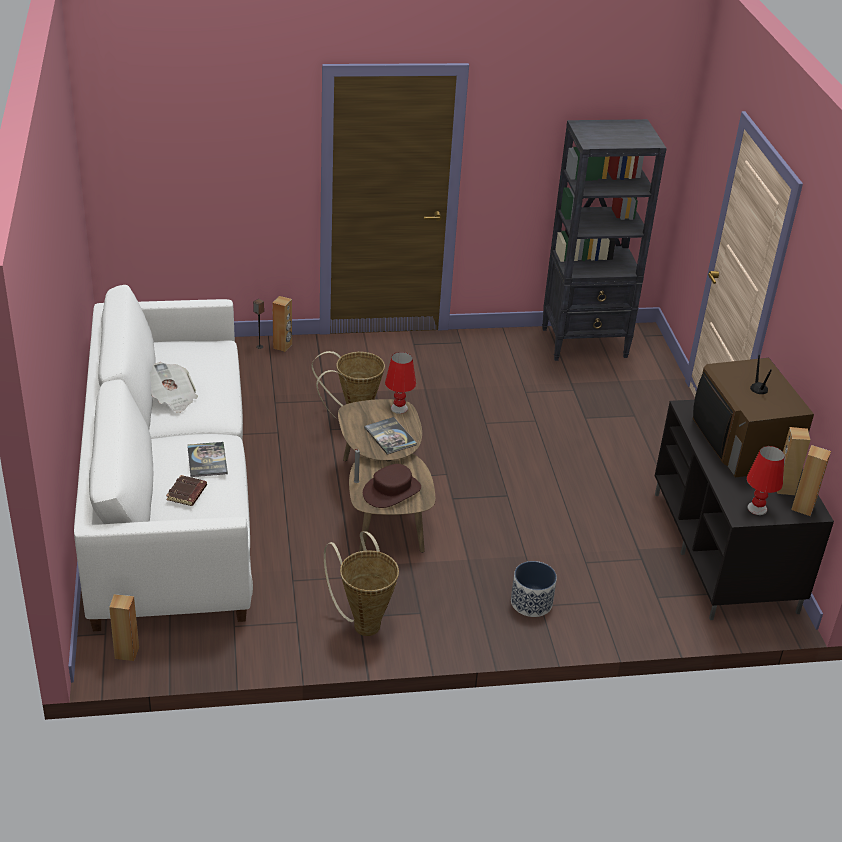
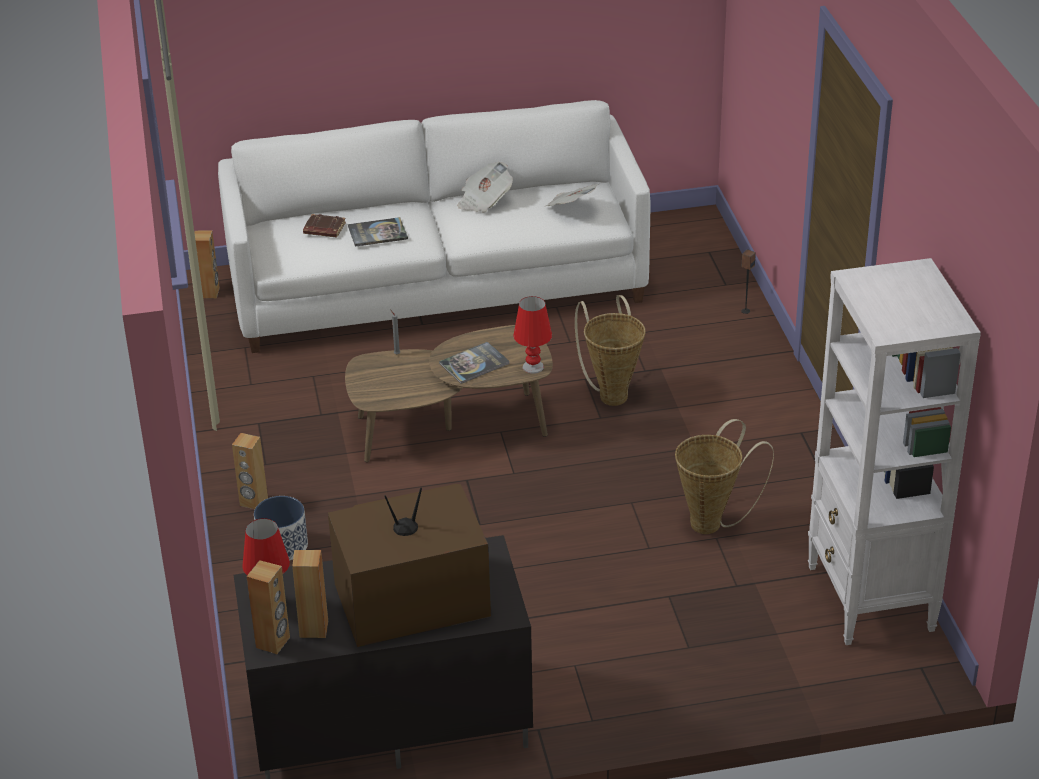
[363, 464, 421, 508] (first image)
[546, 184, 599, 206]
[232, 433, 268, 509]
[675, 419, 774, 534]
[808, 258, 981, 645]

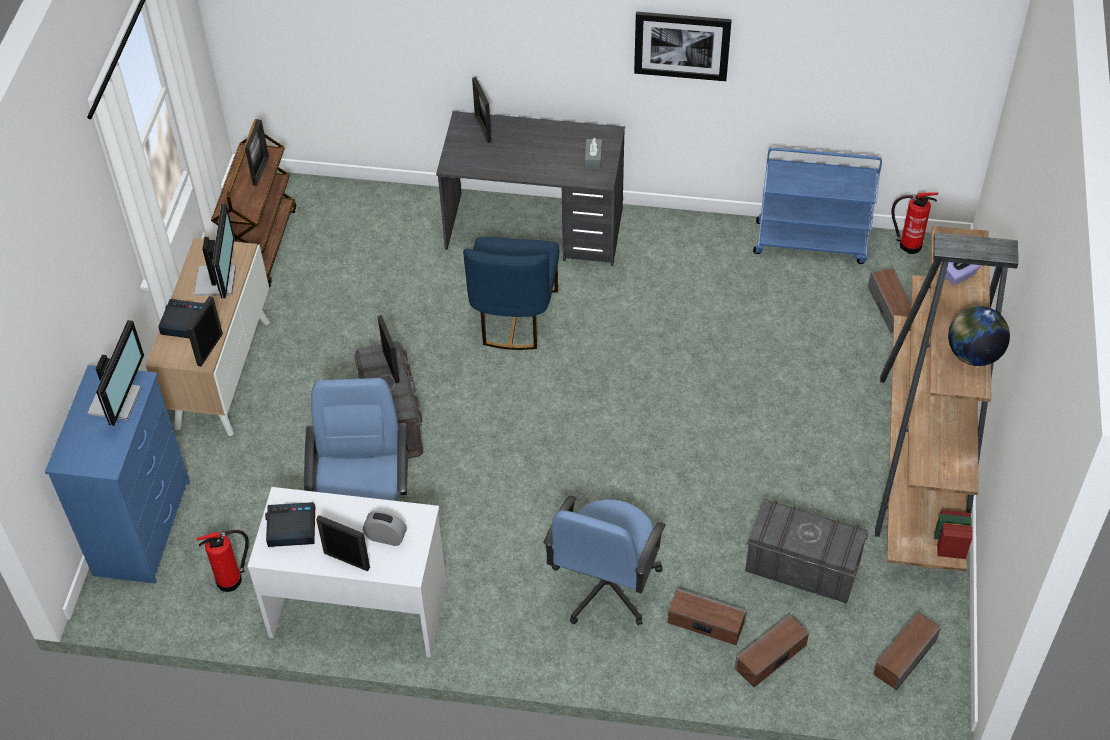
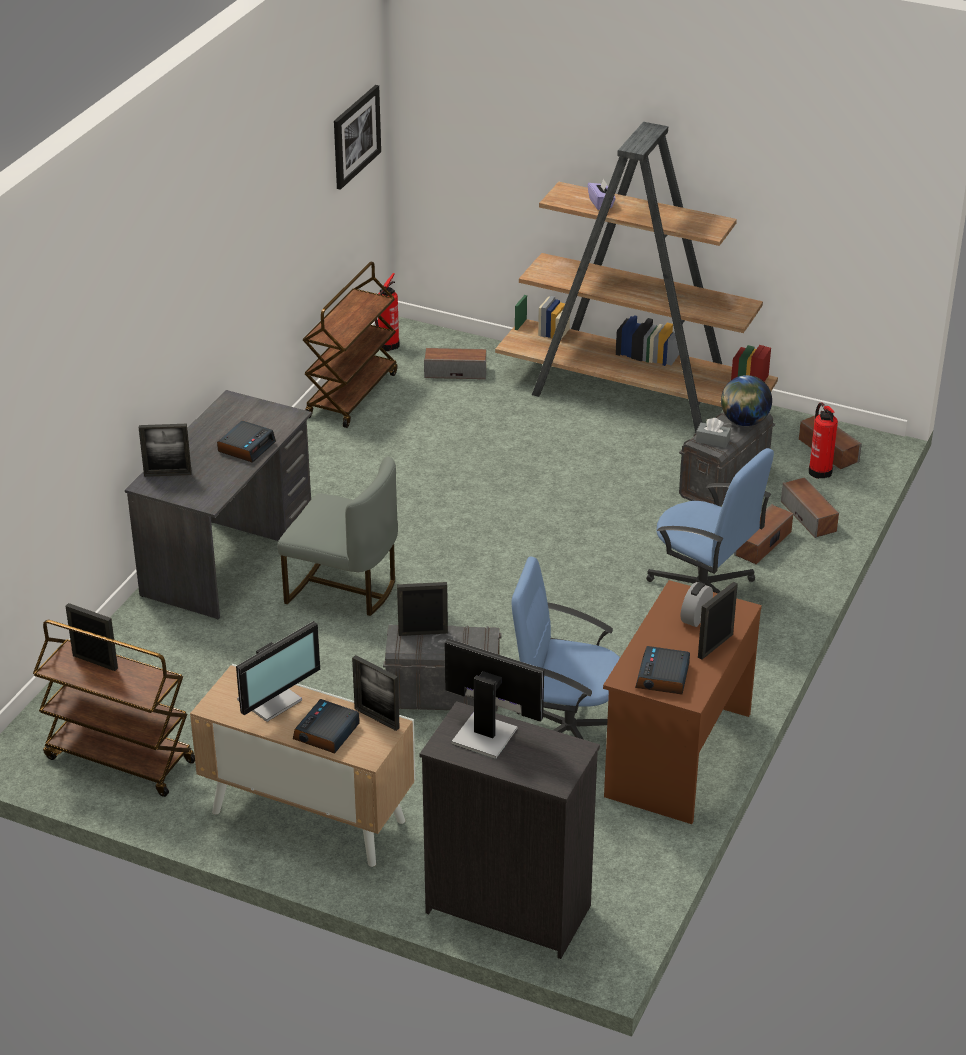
[217, 421, 276, 463]
[809, 403, 838, 479]
[696, 418, 731, 448]
[334, 85, 381, 190]
[721, 375, 772, 426]
[420, 701, 600, 959]
[603, 580, 762, 824]
[277, 456, 398, 616]
[303, 262, 397, 428]
[236, 621, 320, 722]

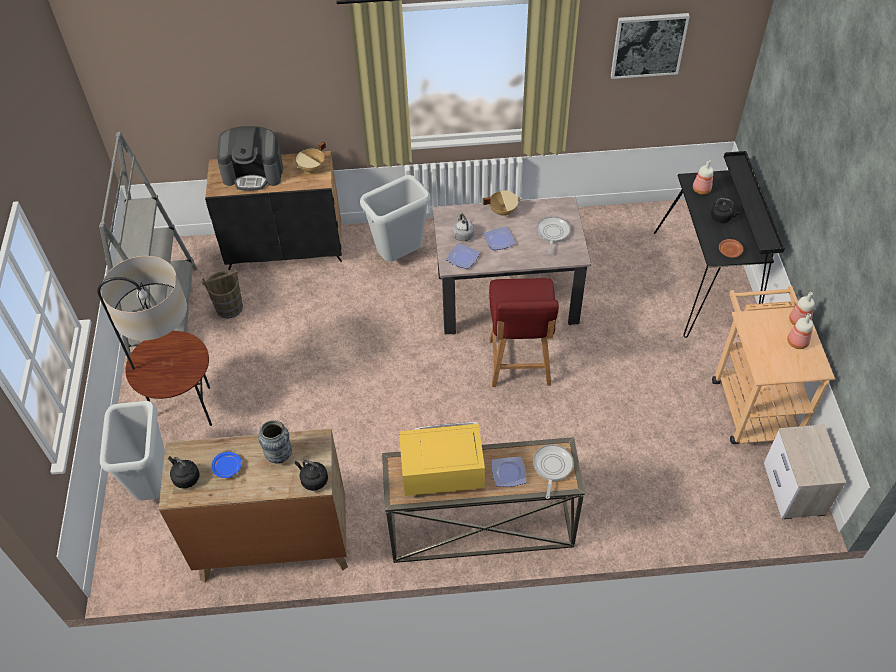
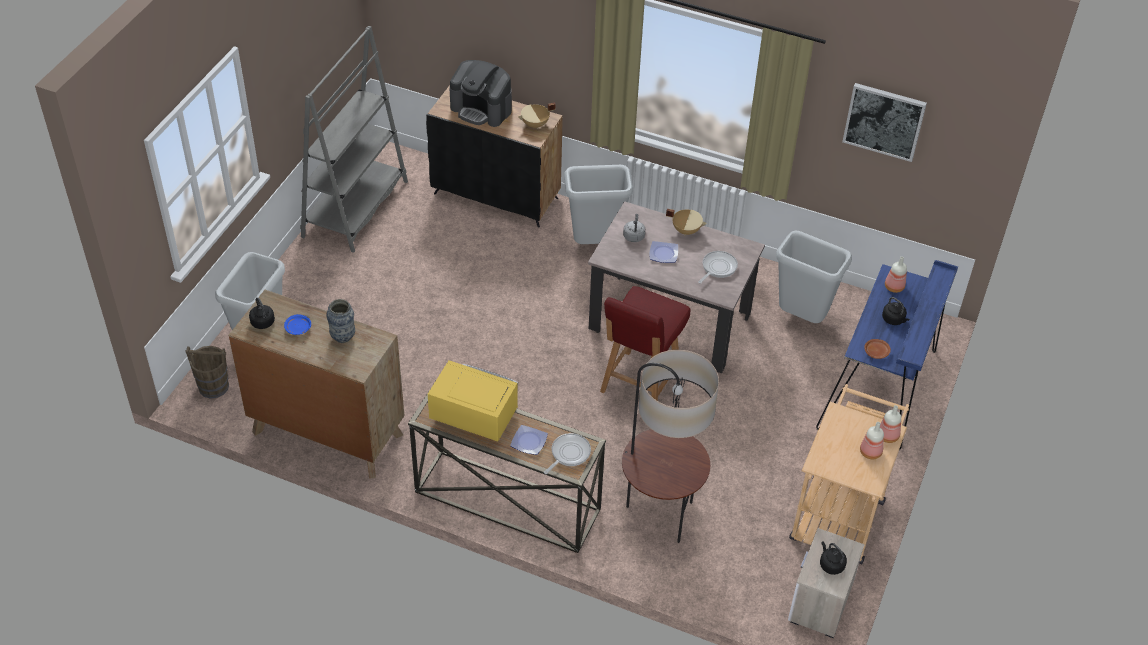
[446, 243, 480, 269] (first image)
[776, 231, 852, 323]
[622, 350, 719, 543]
[186, 346, 229, 399]
[820, 541, 847, 575]
[816, 260, 958, 450]

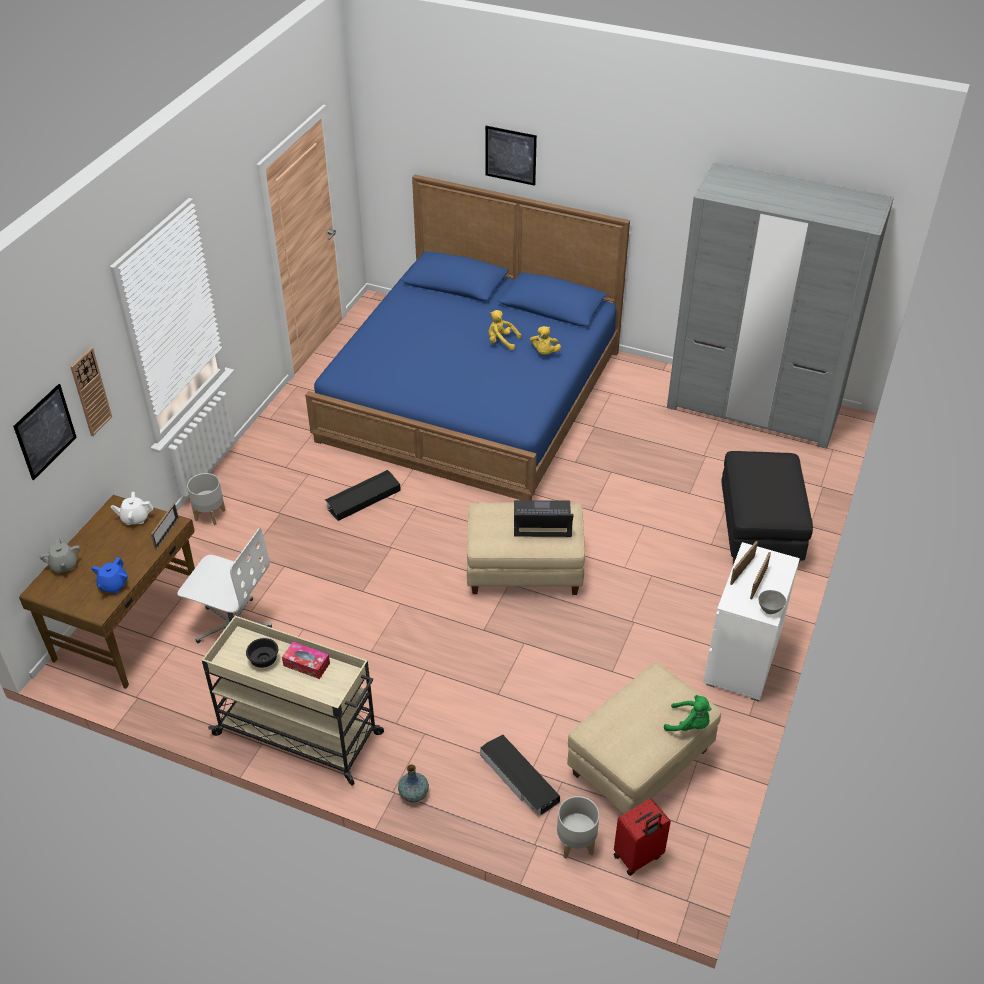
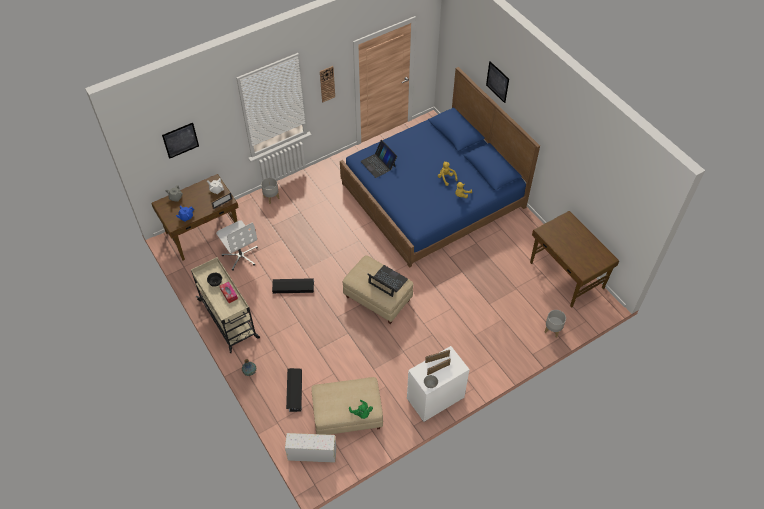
[722, 451, 813, 565] (first image)
[360, 140, 397, 178]
[320, 66, 335, 102]
[272, 278, 314, 294]
[545, 310, 566, 338]
[285, 433, 336, 463]
[530, 211, 619, 308]

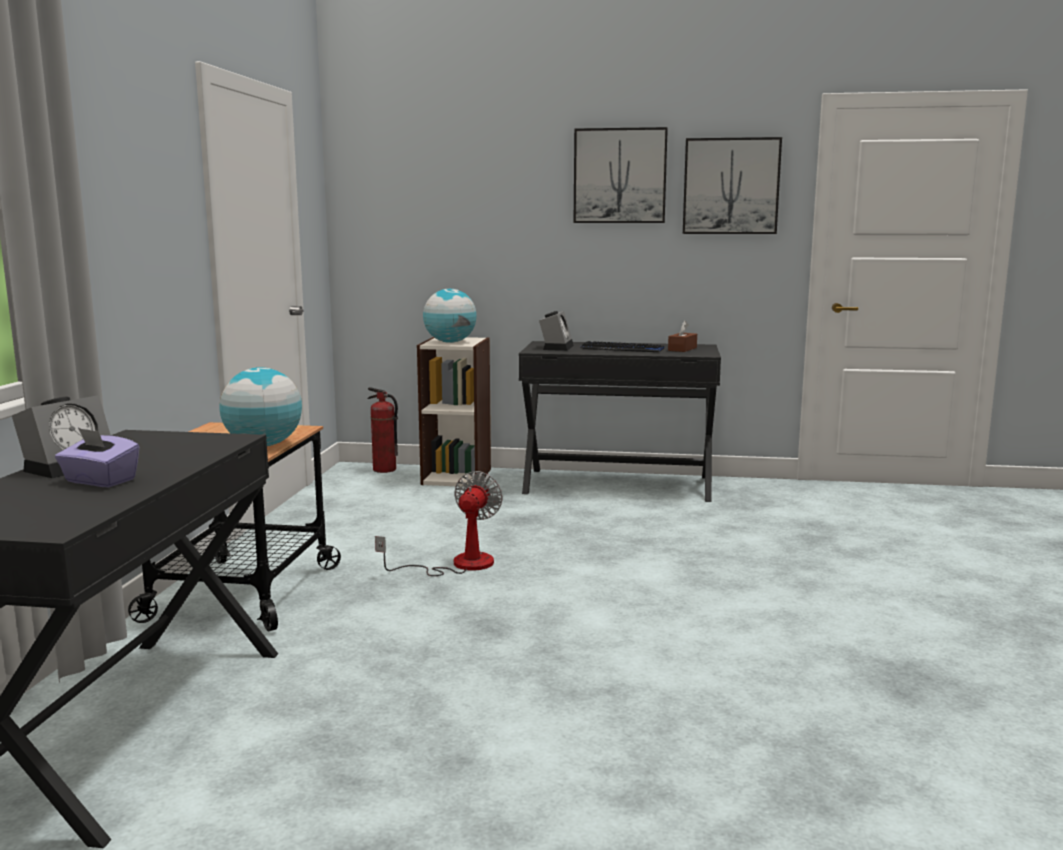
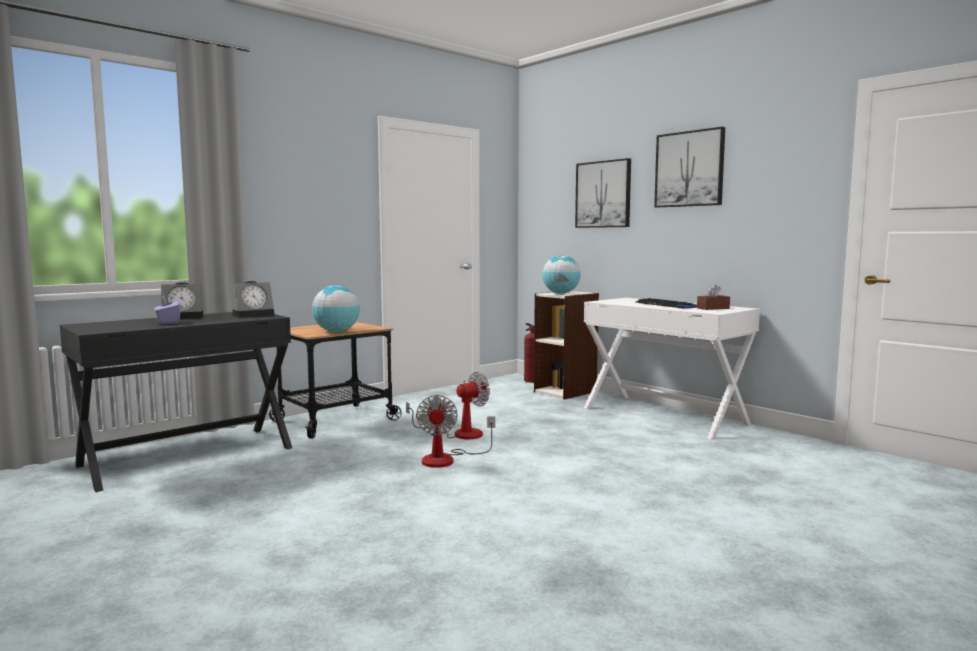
[416, 395, 495, 468]
[230, 281, 275, 318]
[575, 158, 631, 228]
[584, 298, 760, 440]

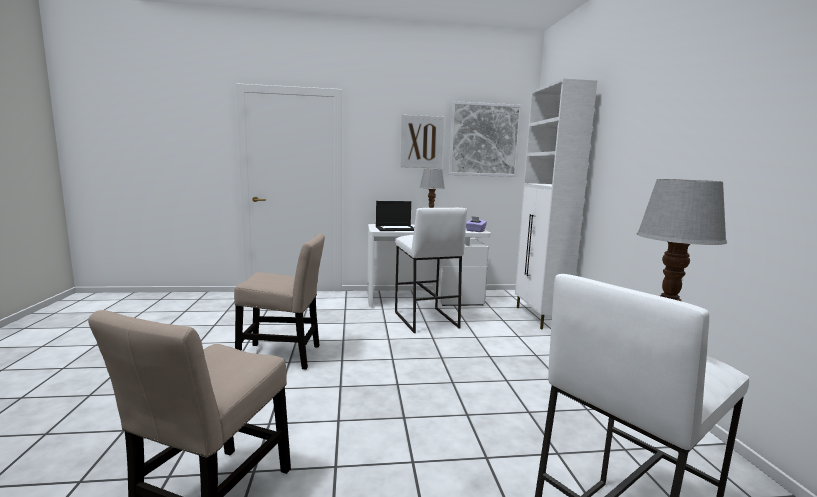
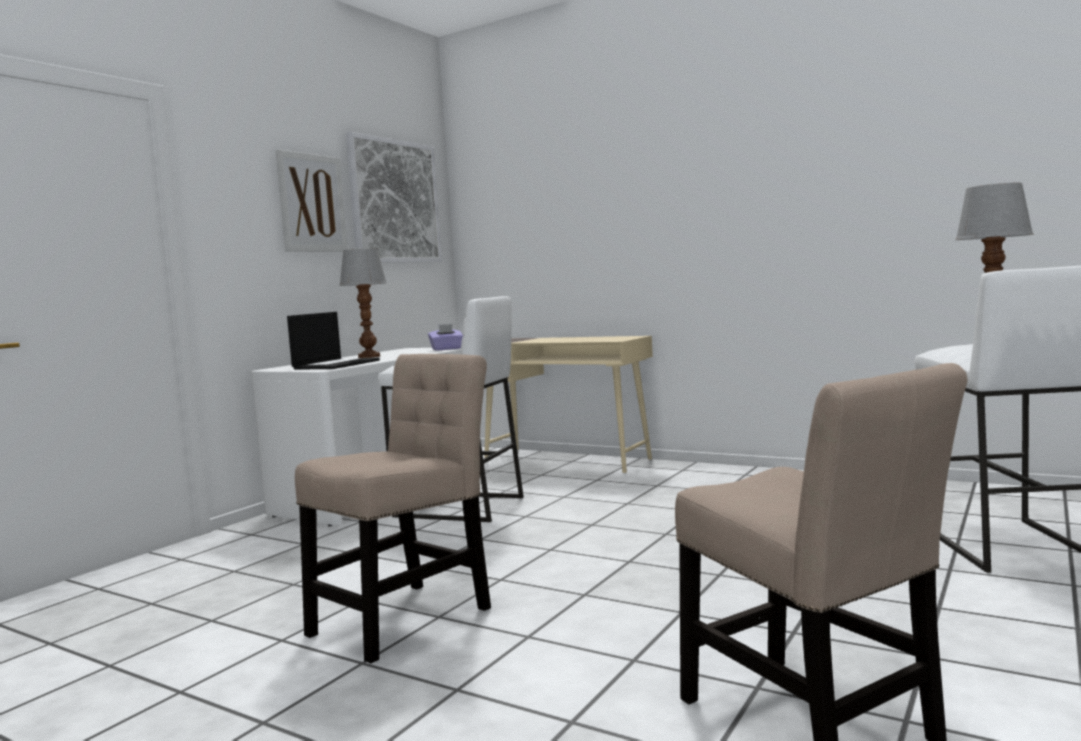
[484, 336, 653, 473]

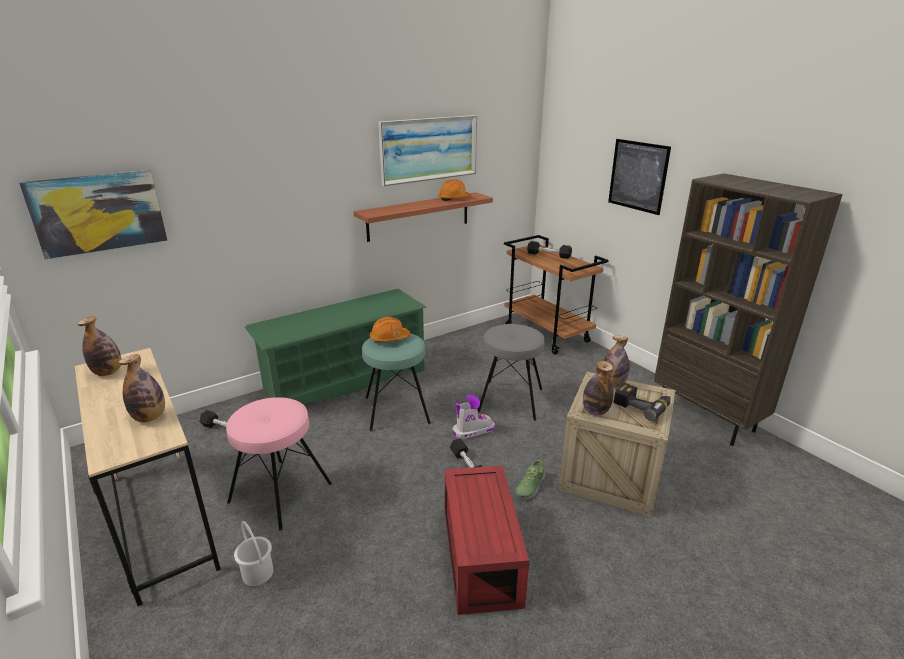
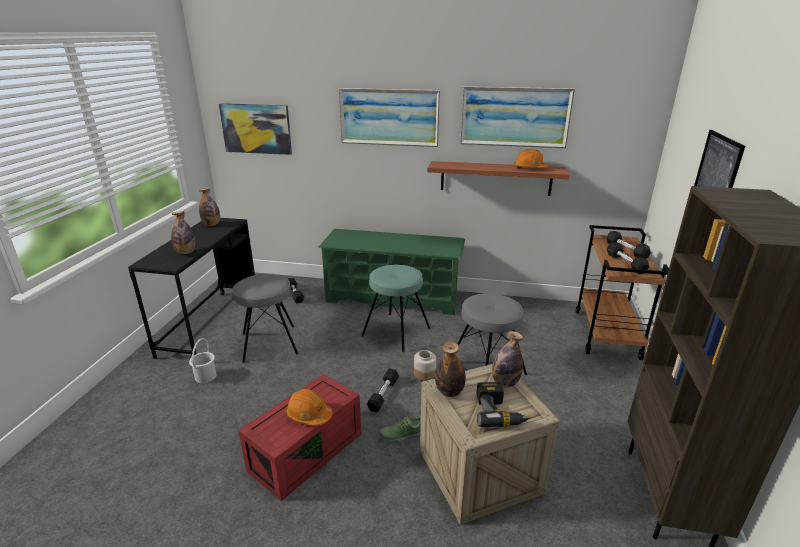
[339, 88, 440, 147]
[607, 242, 650, 274]
[286, 389, 333, 426]
[414, 350, 436, 380]
[128, 218, 255, 359]
[233, 274, 299, 363]

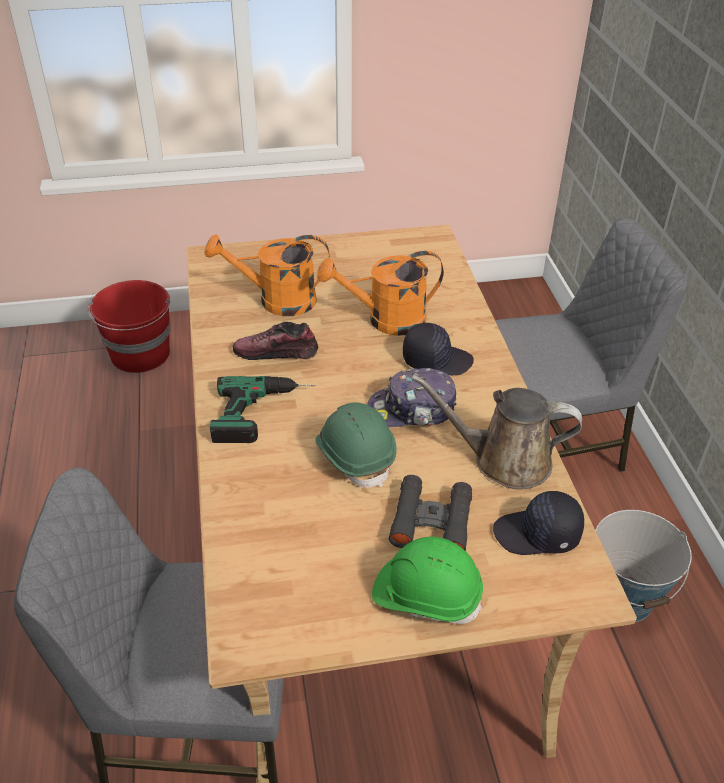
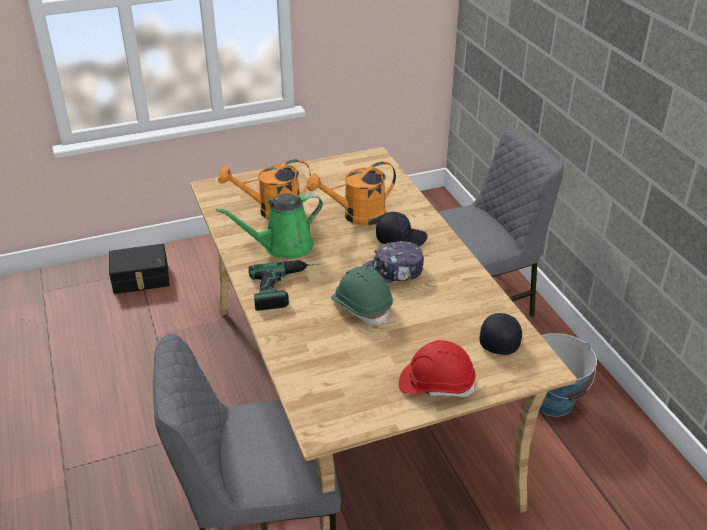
[389, 475, 472, 551] (first image)
[411, 374, 582, 489] (first image)
[109, 244, 170, 294]
[216, 193, 323, 258]
[399, 340, 475, 397]
[480, 313, 522, 355]

